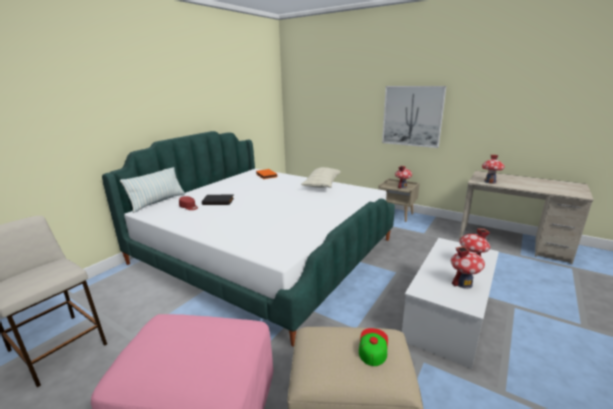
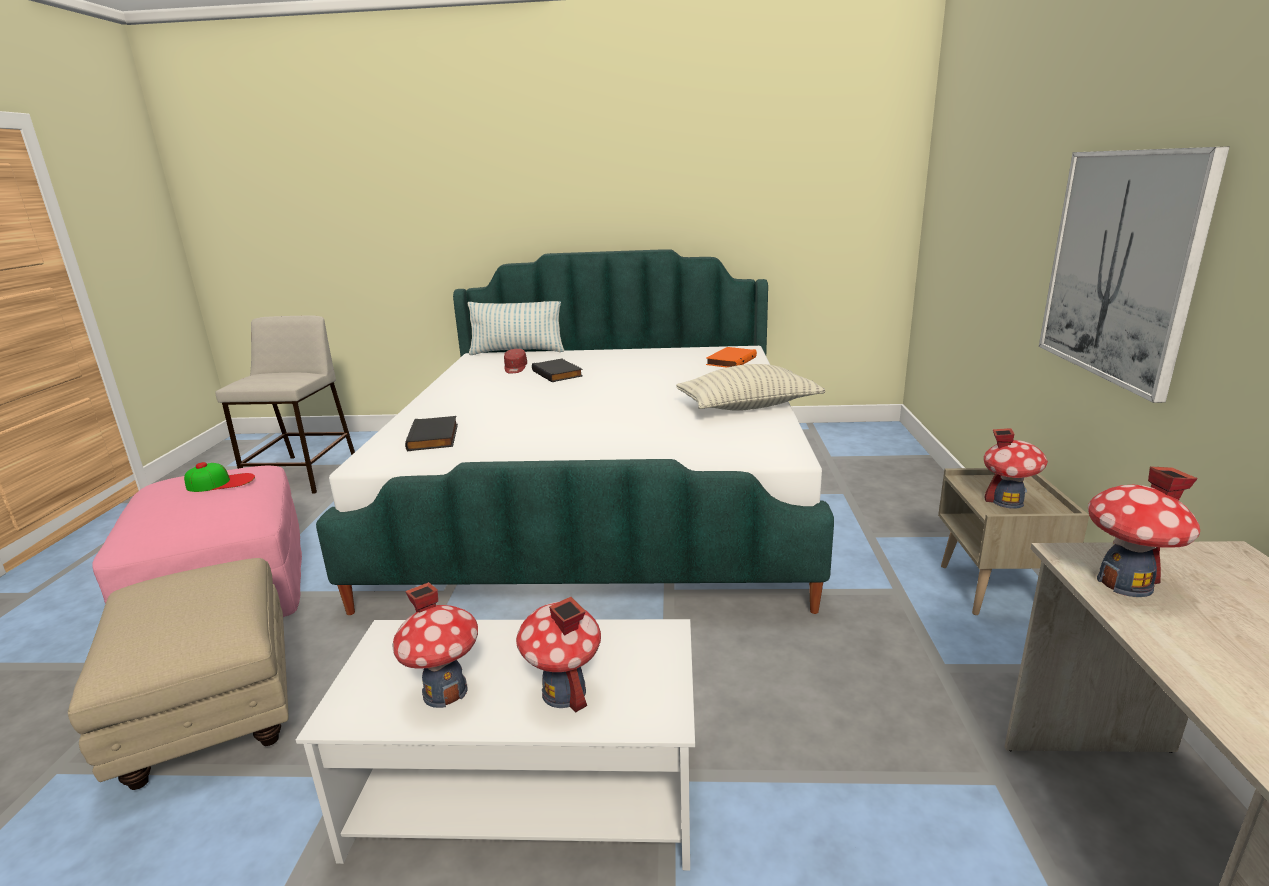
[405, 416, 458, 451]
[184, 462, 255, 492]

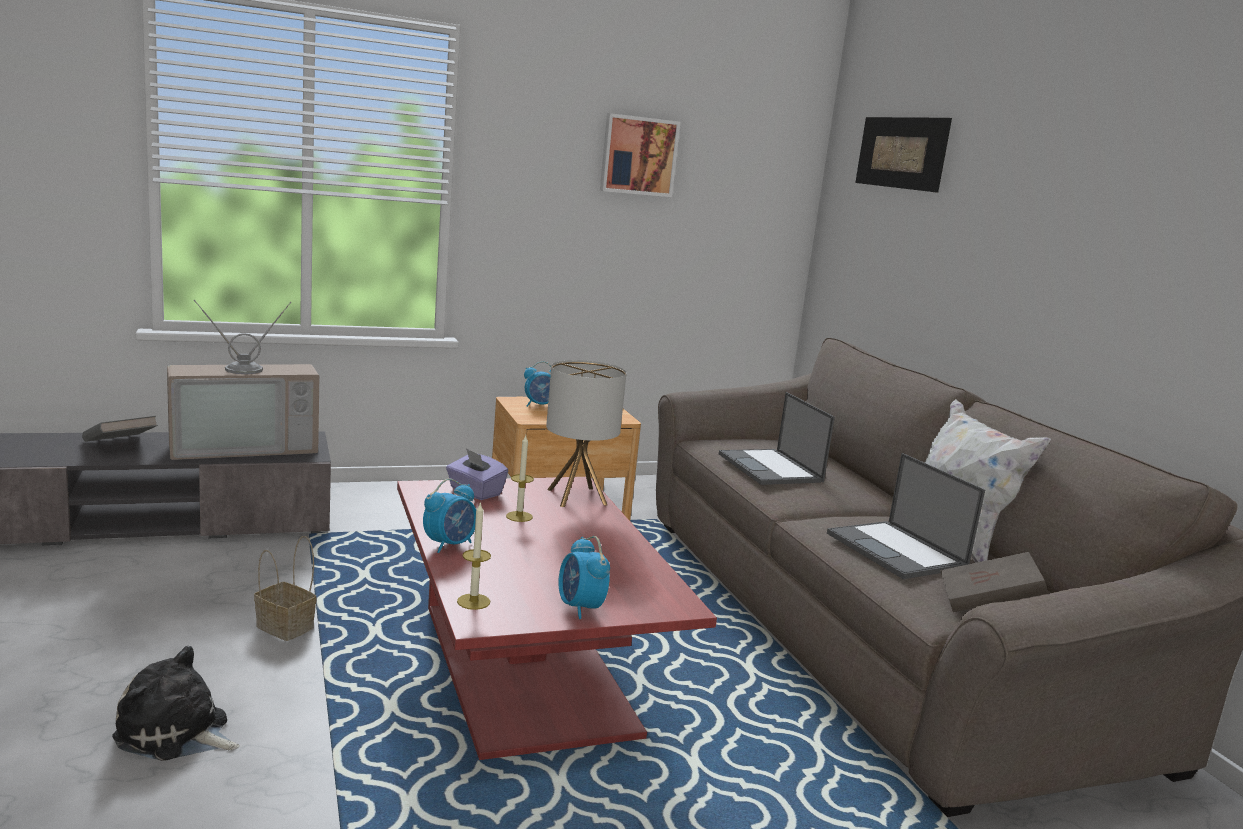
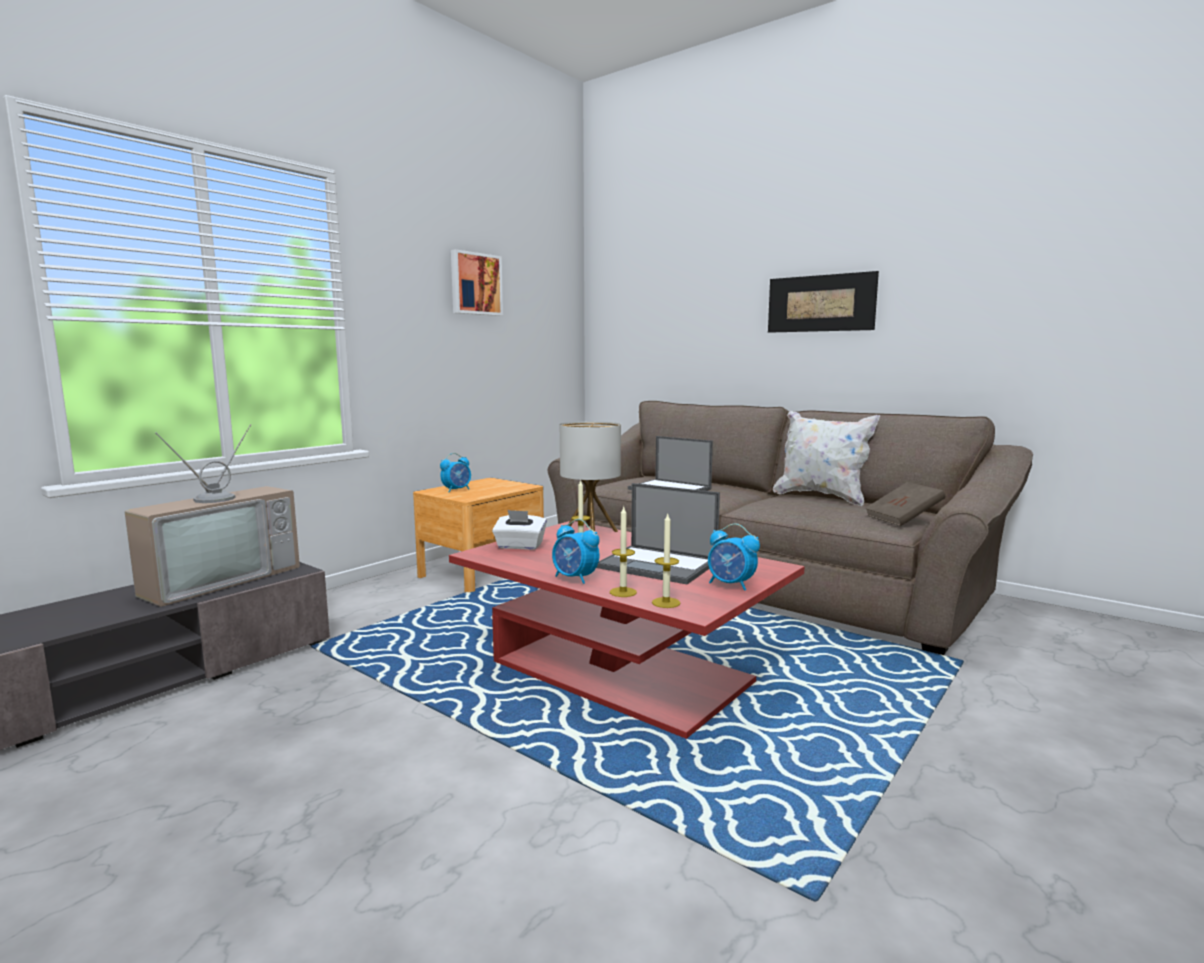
[82, 416, 158, 442] (first image)
[112, 646, 240, 761] (first image)
[254, 536, 316, 641] (first image)
[610, 507, 637, 597]
[596, 483, 720, 584]
[768, 271, 879, 333]
[492, 510, 547, 550]
[552, 519, 600, 584]

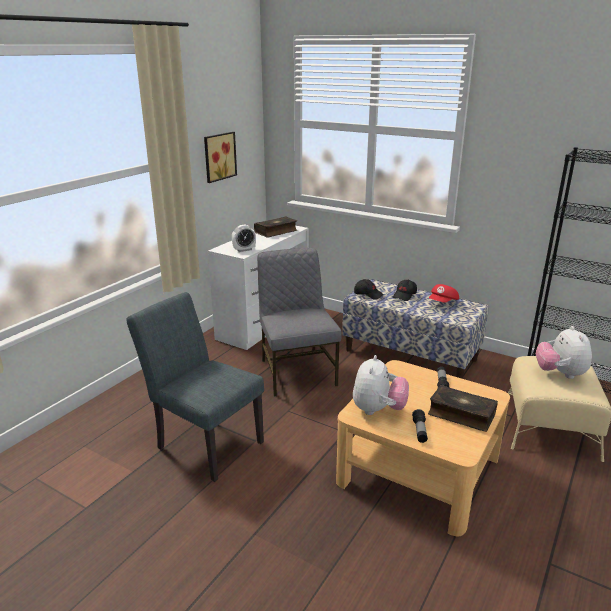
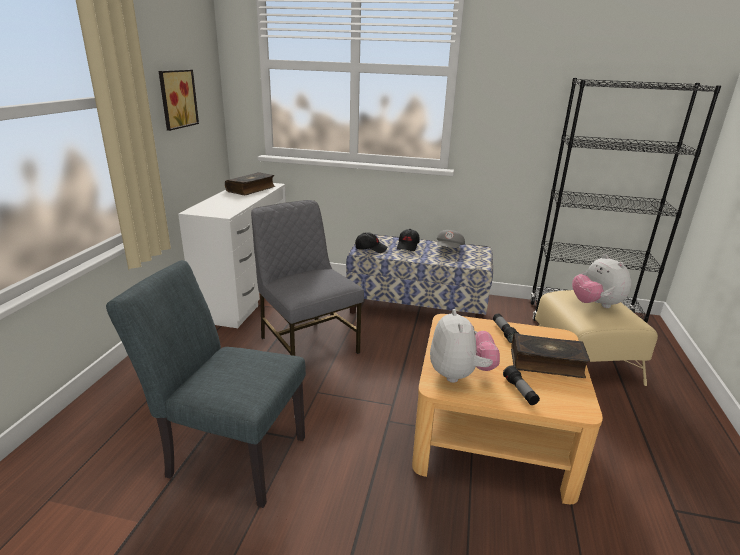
[232, 225, 256, 252] (first image)
[437, 230, 465, 248]

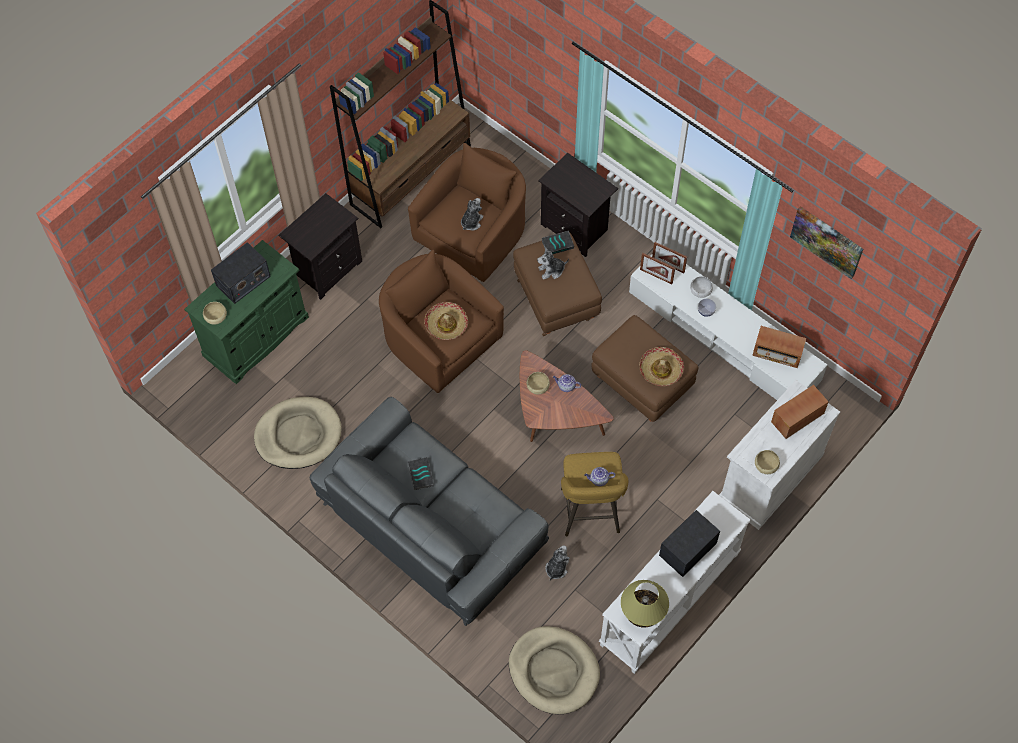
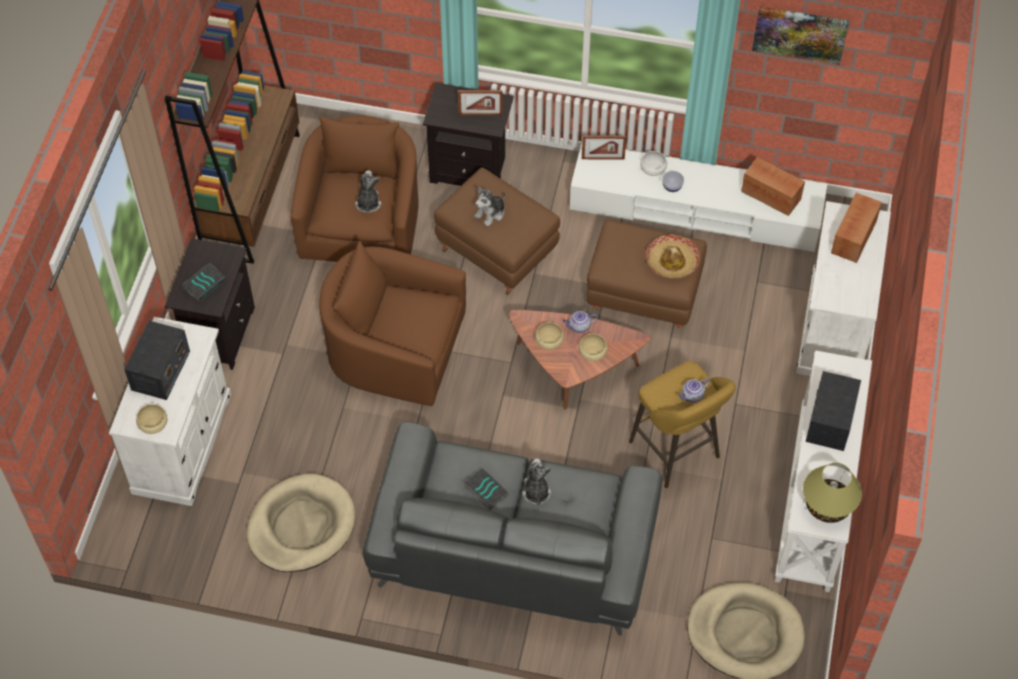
[424, 302, 468, 340] (first image)
[182, 263, 226, 302]
[522, 458, 551, 506]
[458, 90, 503, 115]
[579, 334, 607, 361]
[109, 317, 231, 506]
[741, 157, 805, 216]

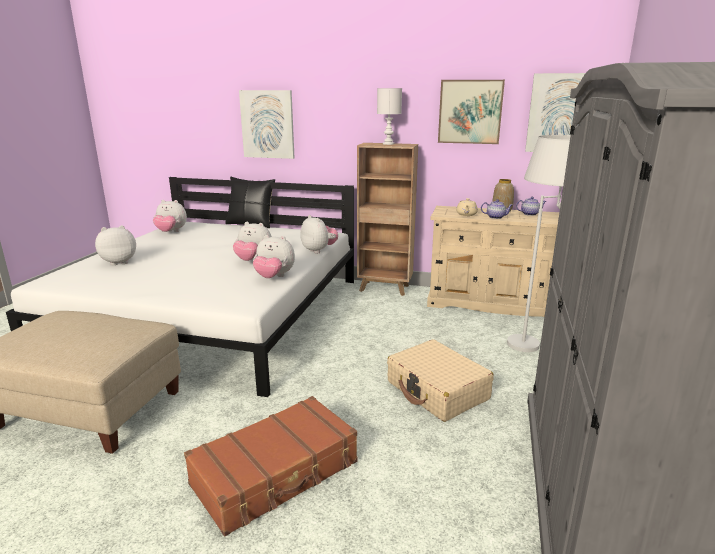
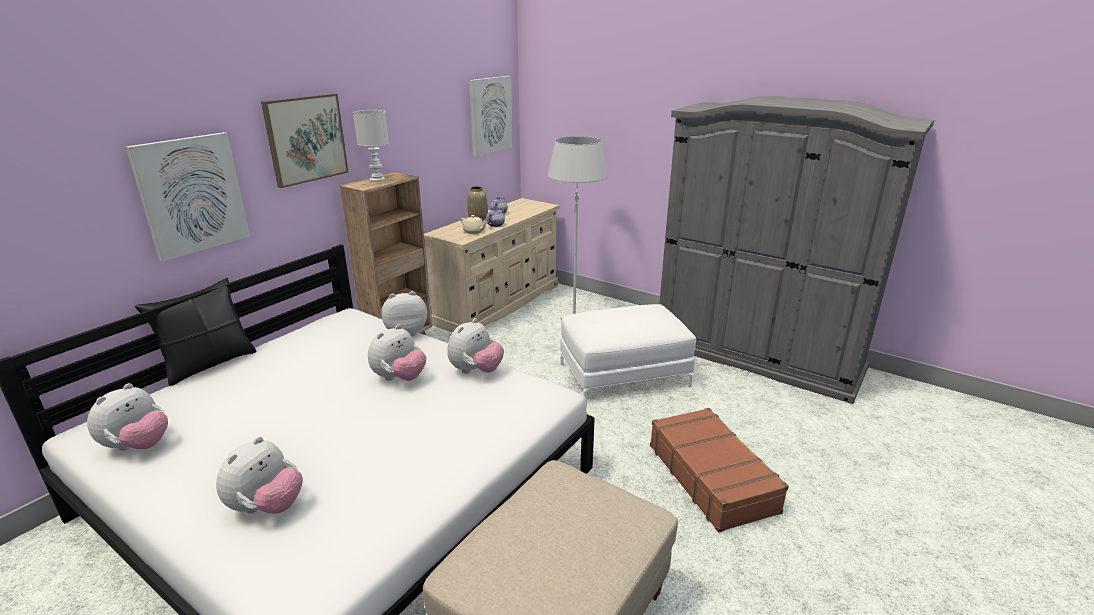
[261, 93, 349, 188]
[560, 304, 696, 400]
[216, 437, 303, 514]

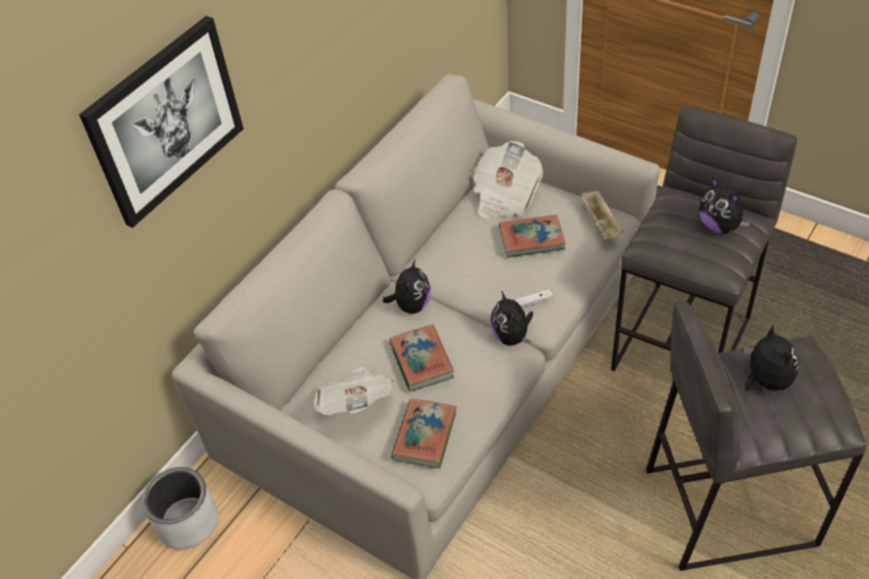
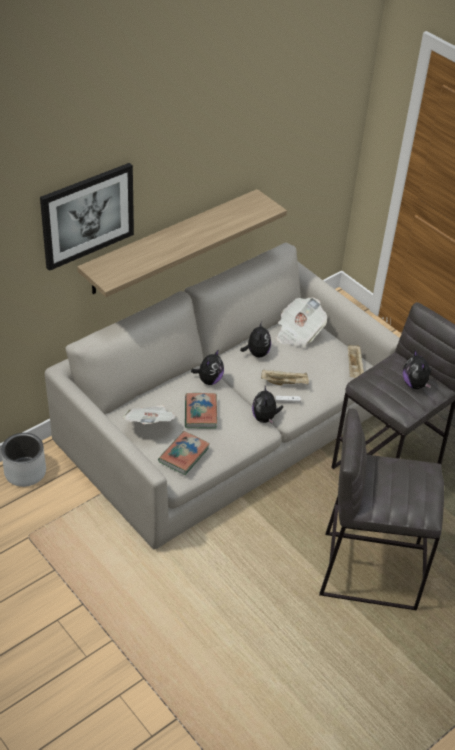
[499, 215, 566, 258] (first image)
[77, 189, 287, 297]
[261, 370, 309, 385]
[240, 321, 271, 357]

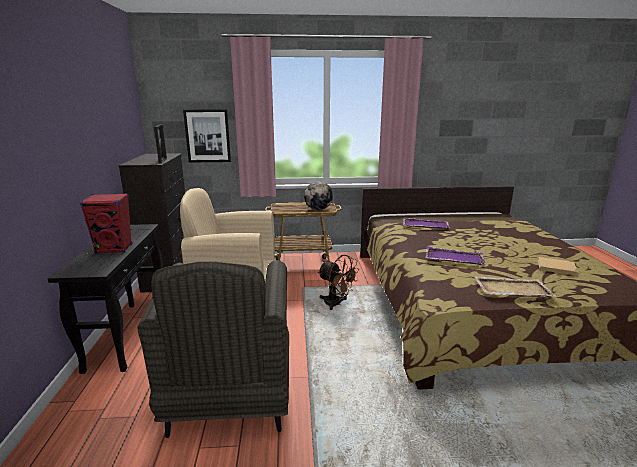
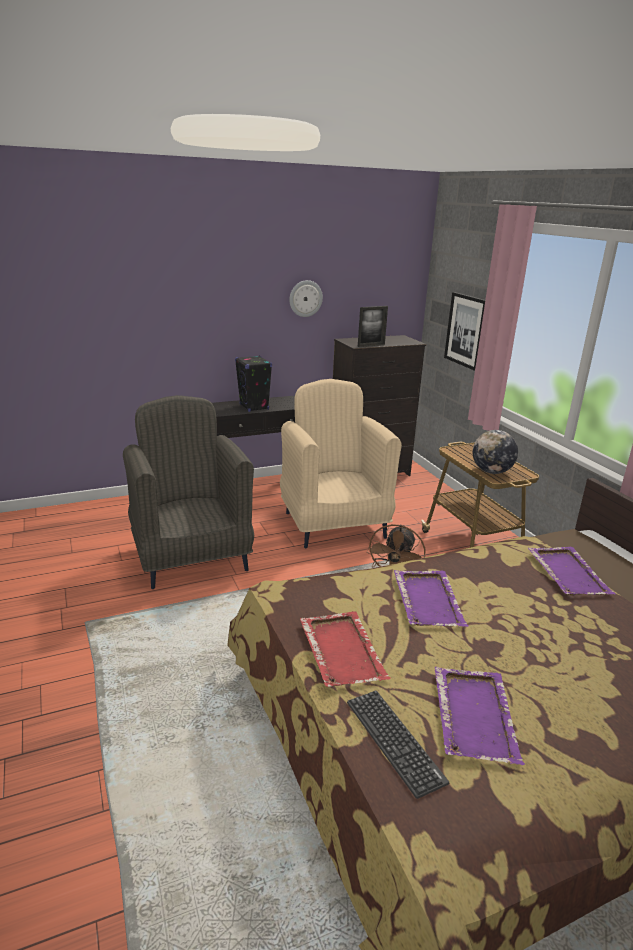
[289, 280, 323, 317]
[347, 690, 449, 799]
[435, 667, 525, 765]
[235, 356, 272, 412]
[300, 611, 391, 687]
[123, 395, 254, 589]

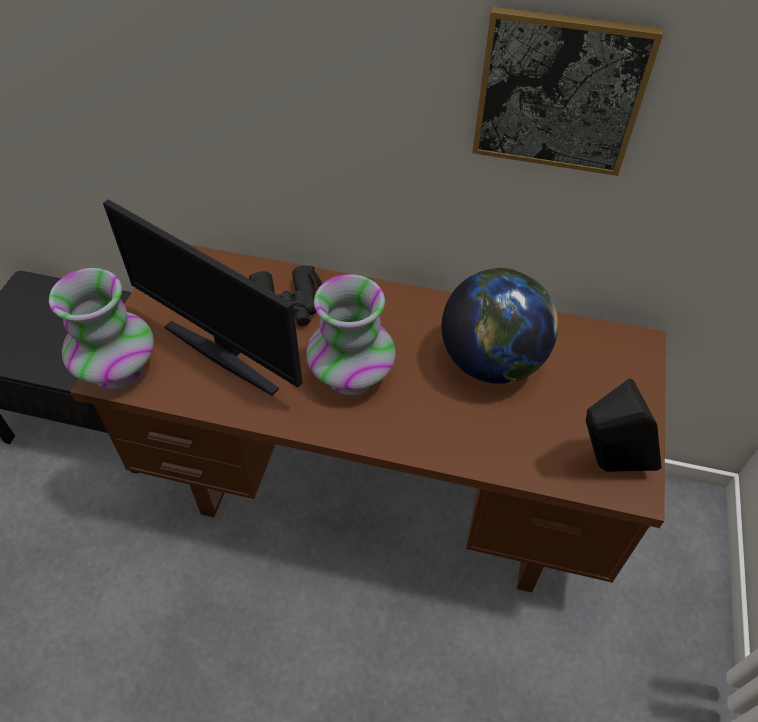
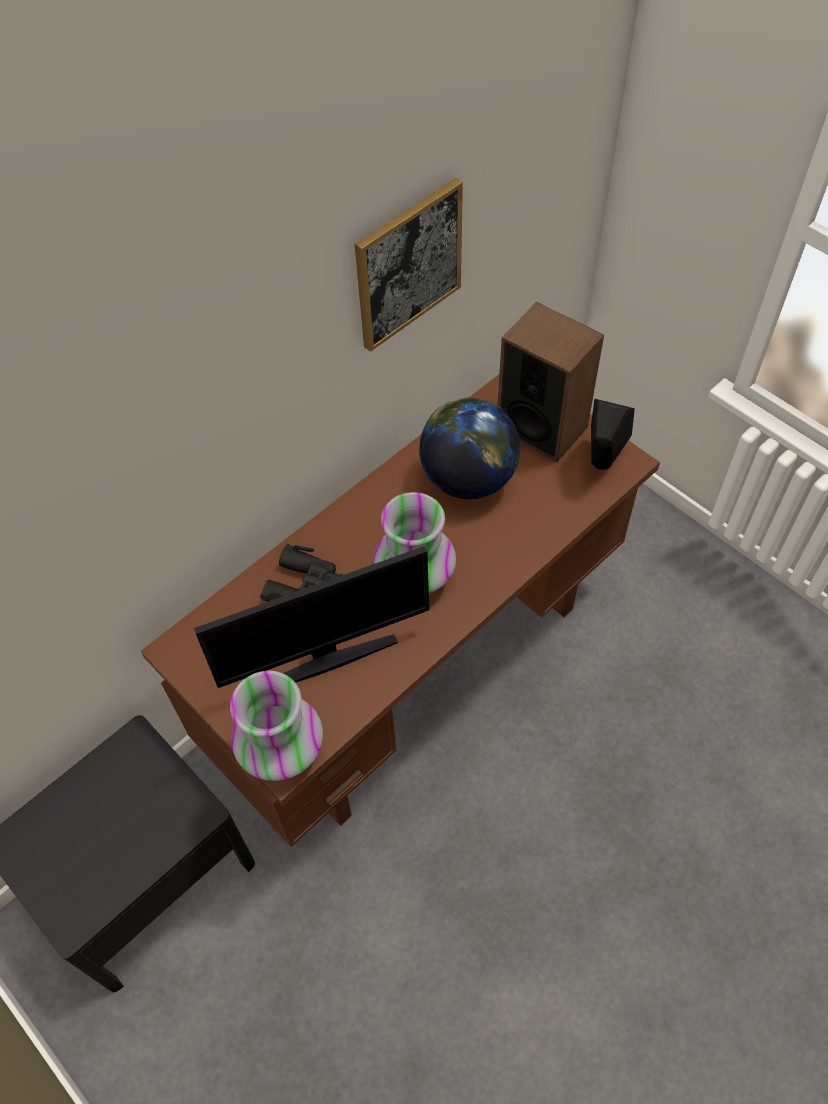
[497, 302, 604, 463]

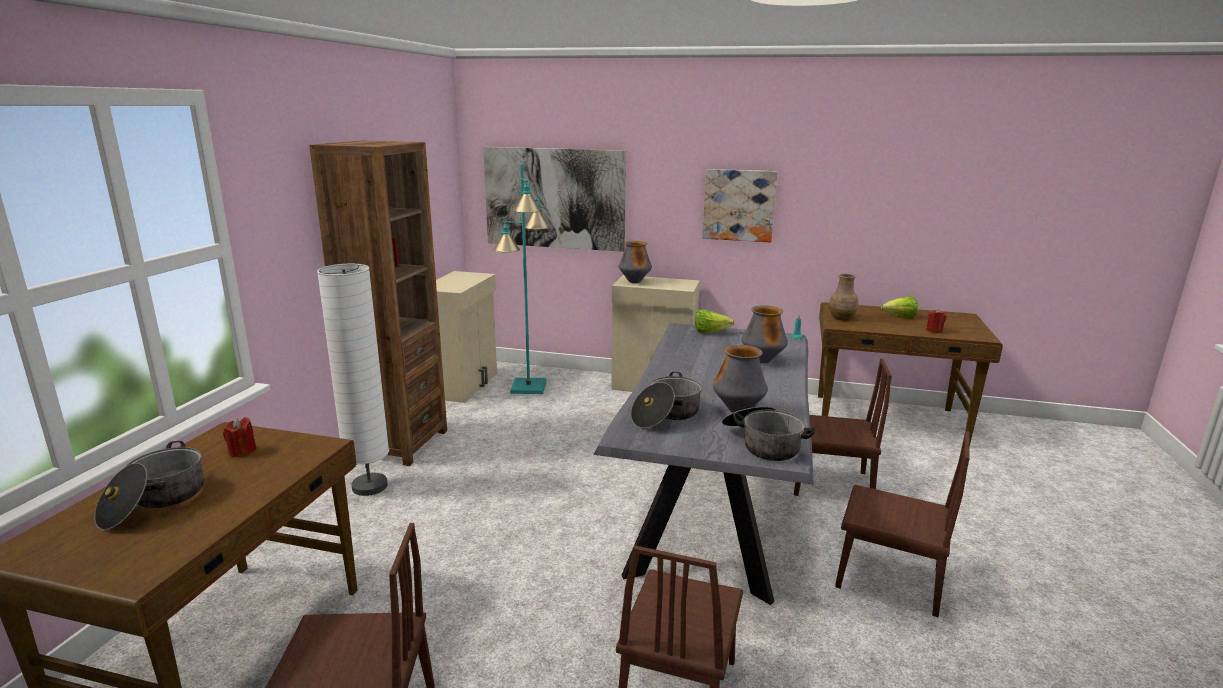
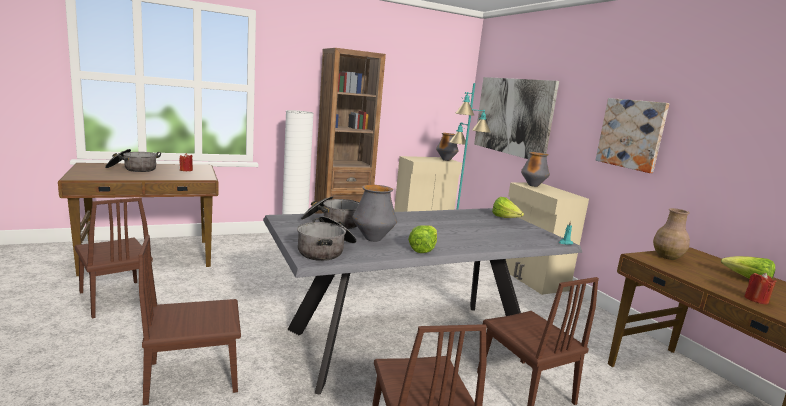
[408, 225, 437, 253]
[436, 133, 459, 161]

